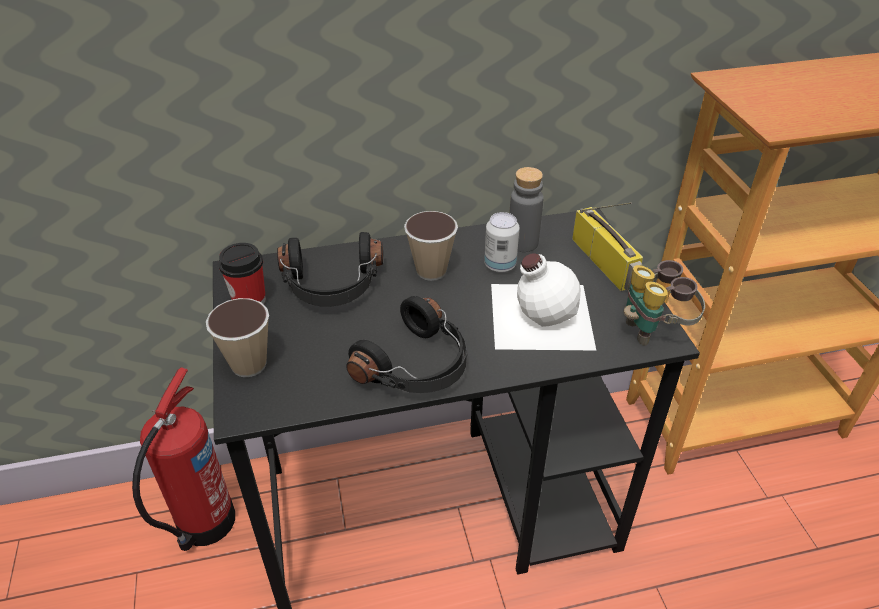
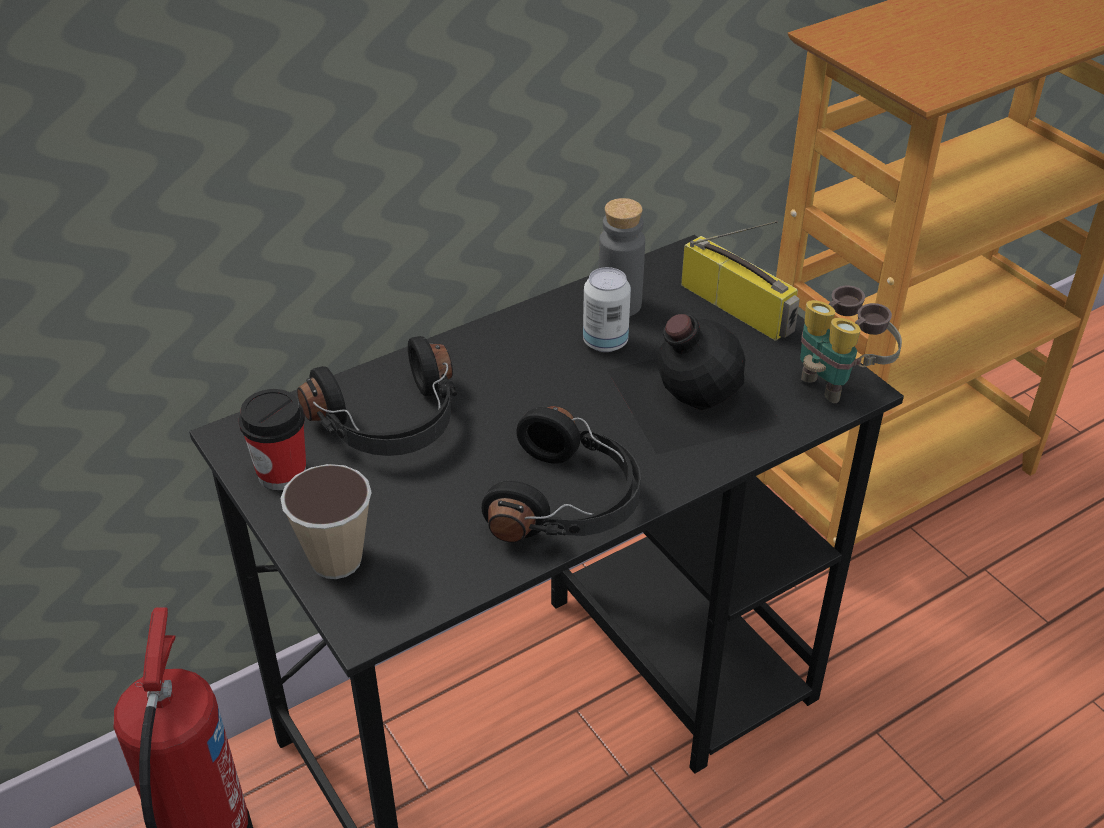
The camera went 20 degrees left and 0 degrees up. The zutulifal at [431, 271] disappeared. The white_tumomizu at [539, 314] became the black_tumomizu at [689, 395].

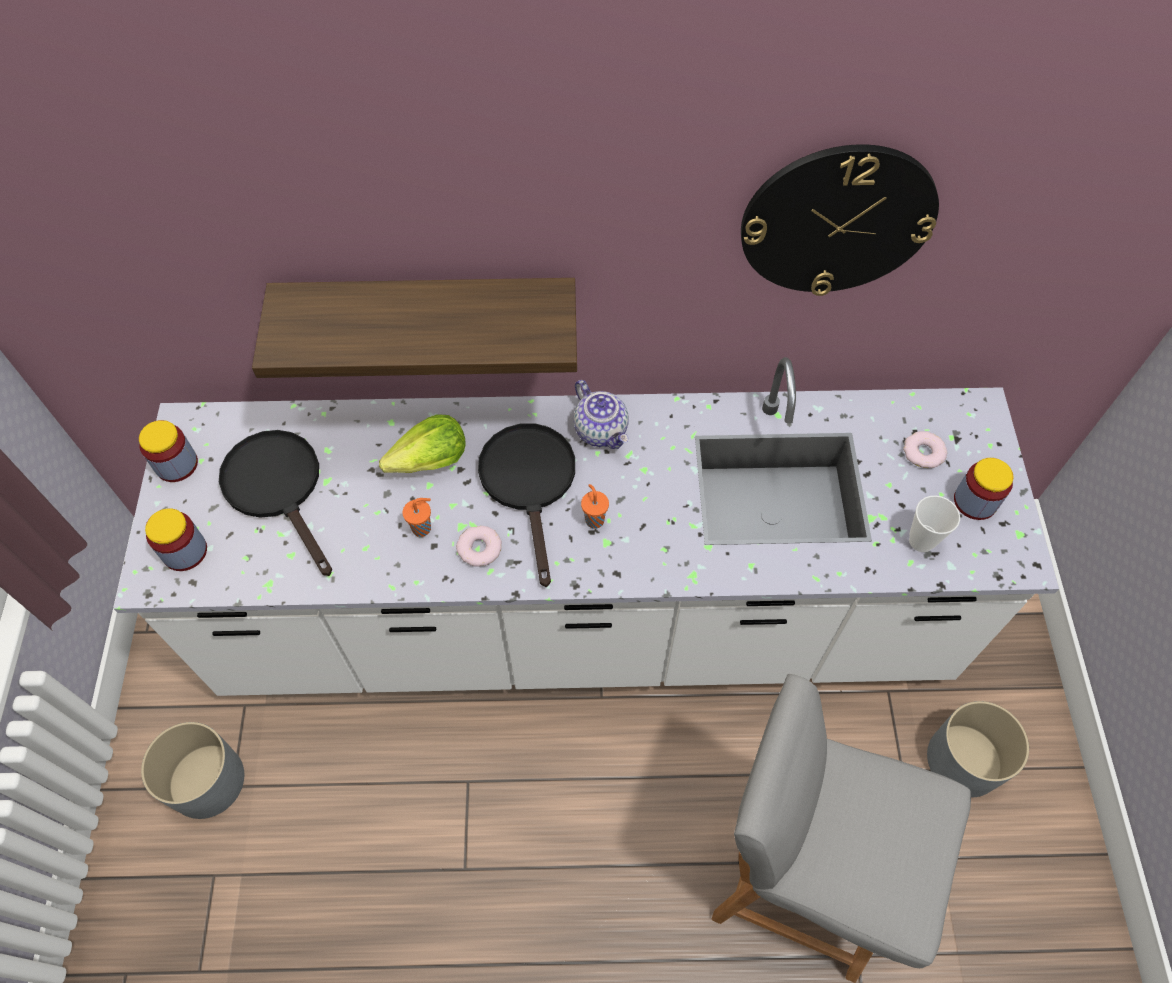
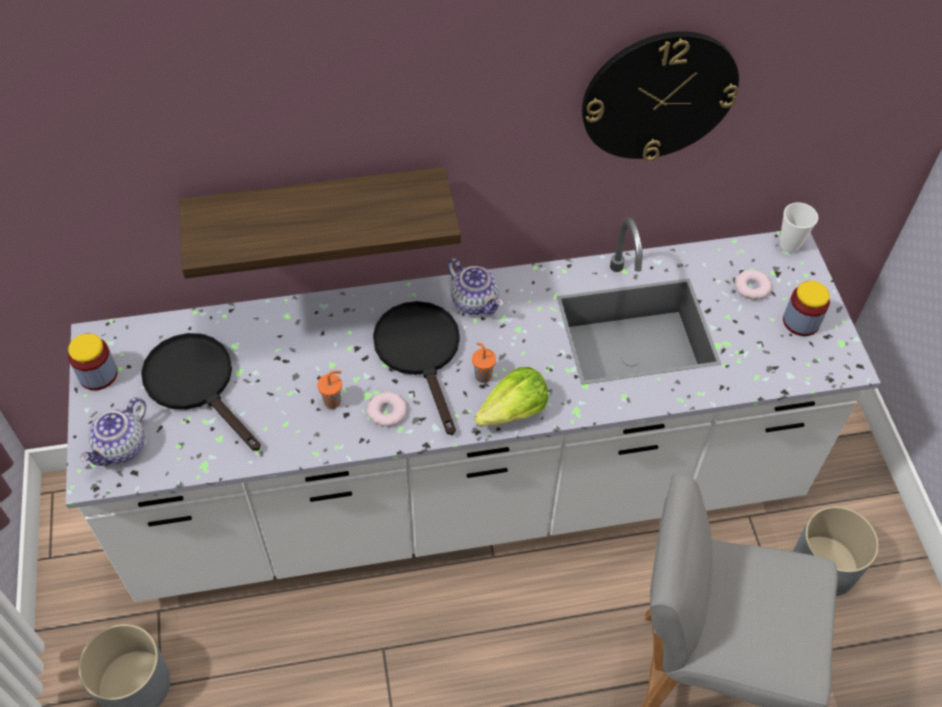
The camera went 10 degrees left and 5 degrees down. The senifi moved from [430, 461] to [513, 412]. The zutulifal moved from [921, 541] to [789, 245]. The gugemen at [185, 551] was replaced by the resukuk at [121, 447].

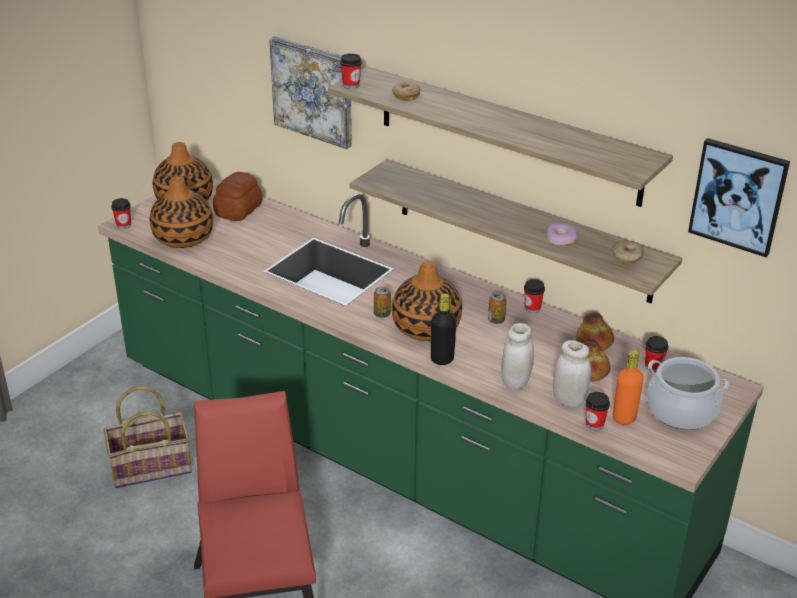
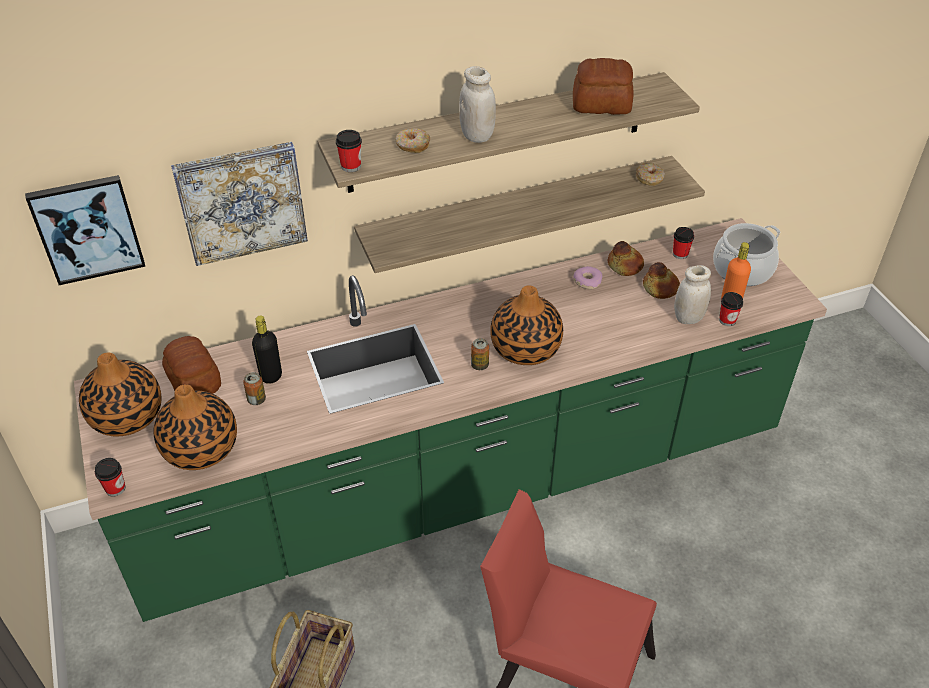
The camera went 55 degrees left and 10 degrees up. The zutulifal at [532, 308] disappeared. The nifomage at [600, 104] appeared. The black_tumomizu moved from [442, 359] to [271, 376]. The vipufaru moved from [496, 320] to [256, 400]. The white_gugemen moved from [515, 382] to [477, 136]. The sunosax moved from [561, 239] to [587, 281]. The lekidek moved from [738, 196] to [87, 229].

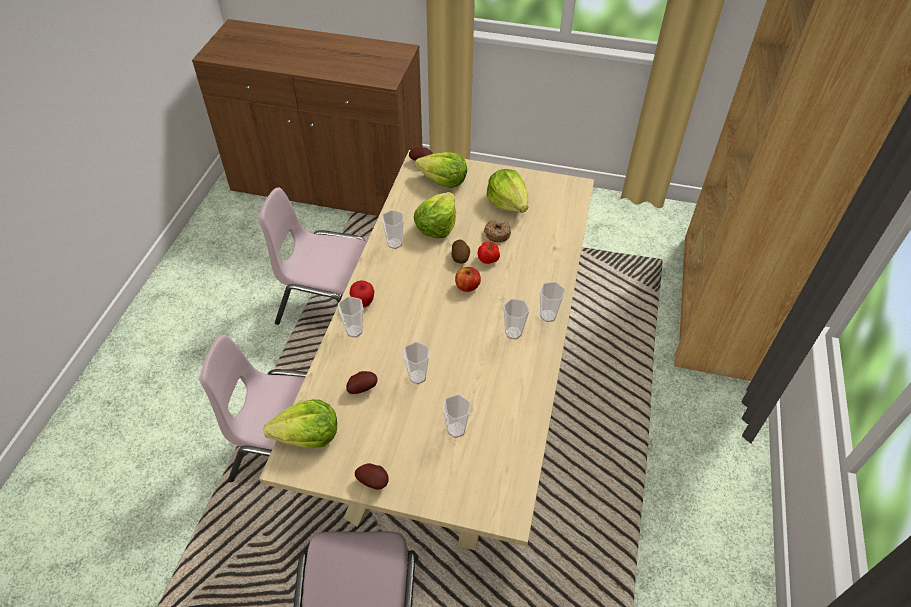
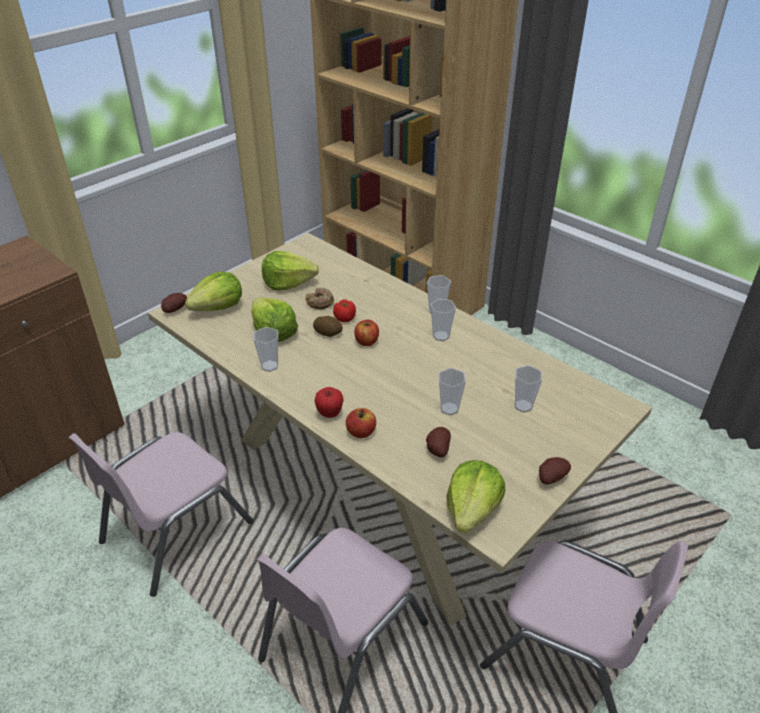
The camera went 60 degrees left and 10 degrees down. The zutulifal at [354, 331] was replaced by the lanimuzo at [361, 432].

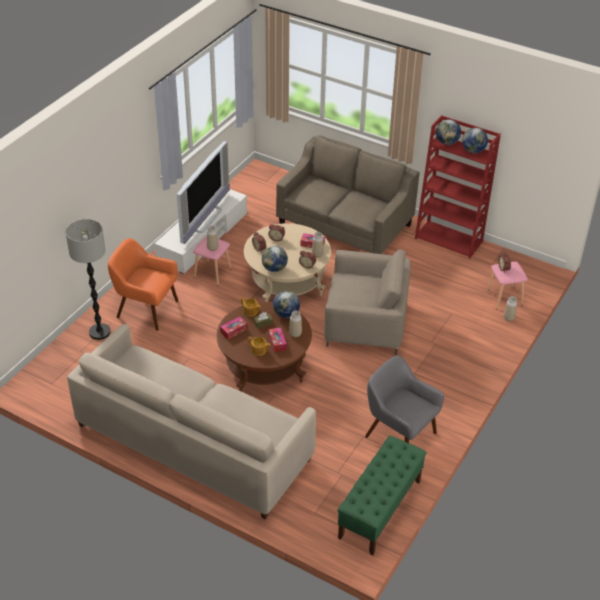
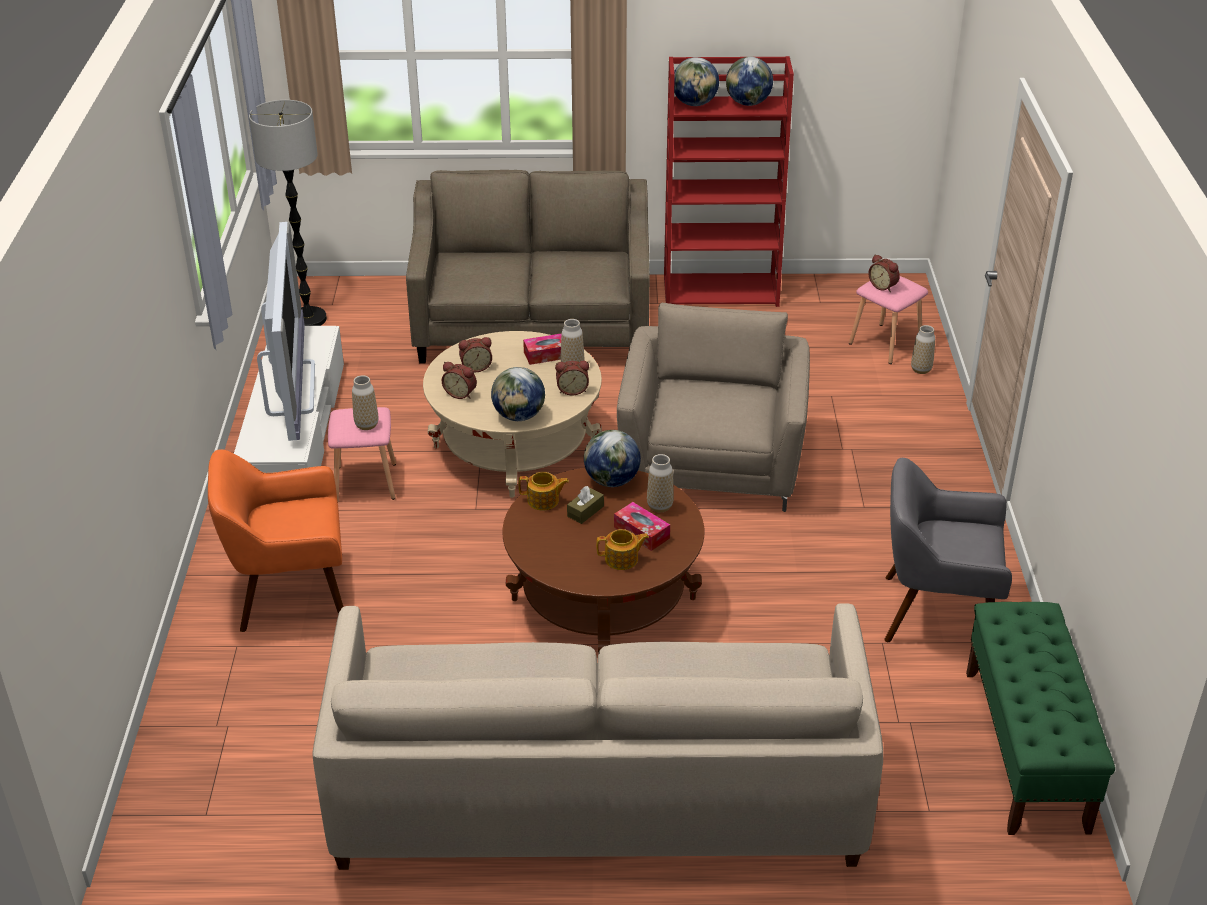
The camera went 30 degrees left and 5 degrees down. The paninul at [233, 330] disappeared. The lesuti moved from [99, 332] to [308, 319]. The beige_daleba at [365, 323] turned 60 degrees counterclockwise.

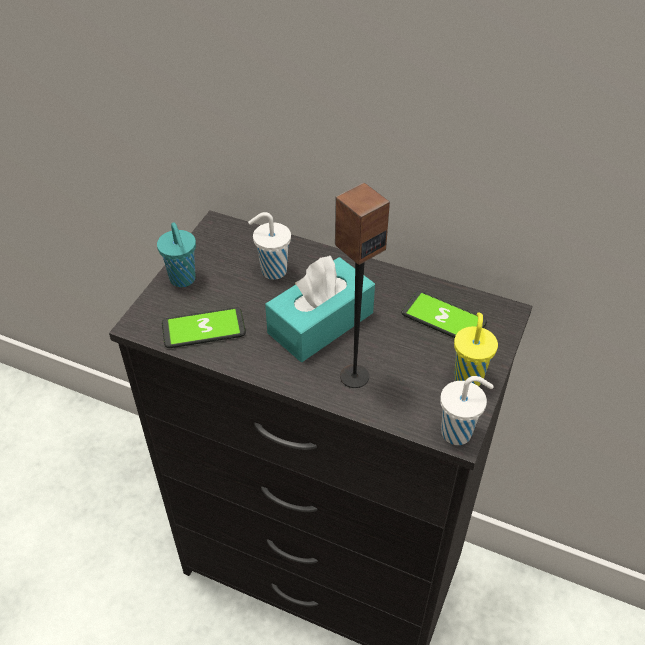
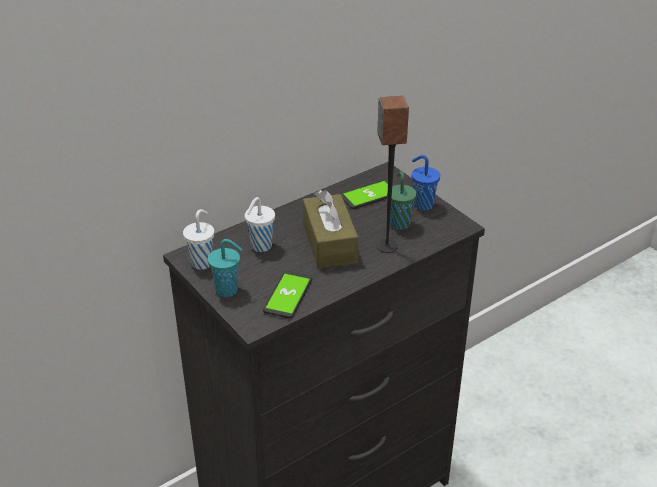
The camera went 60 degrees left and 10 degrees down. The green_zutulifal at [399, 223] appeared. The white_zutulifal moved from [458, 433] to [202, 262]. The turquoise_paninul at [320, 323] became the brown_paninul at [329, 243]. The yellow_zutulifal at [468, 376] became the blue_zutulifal at [422, 205].

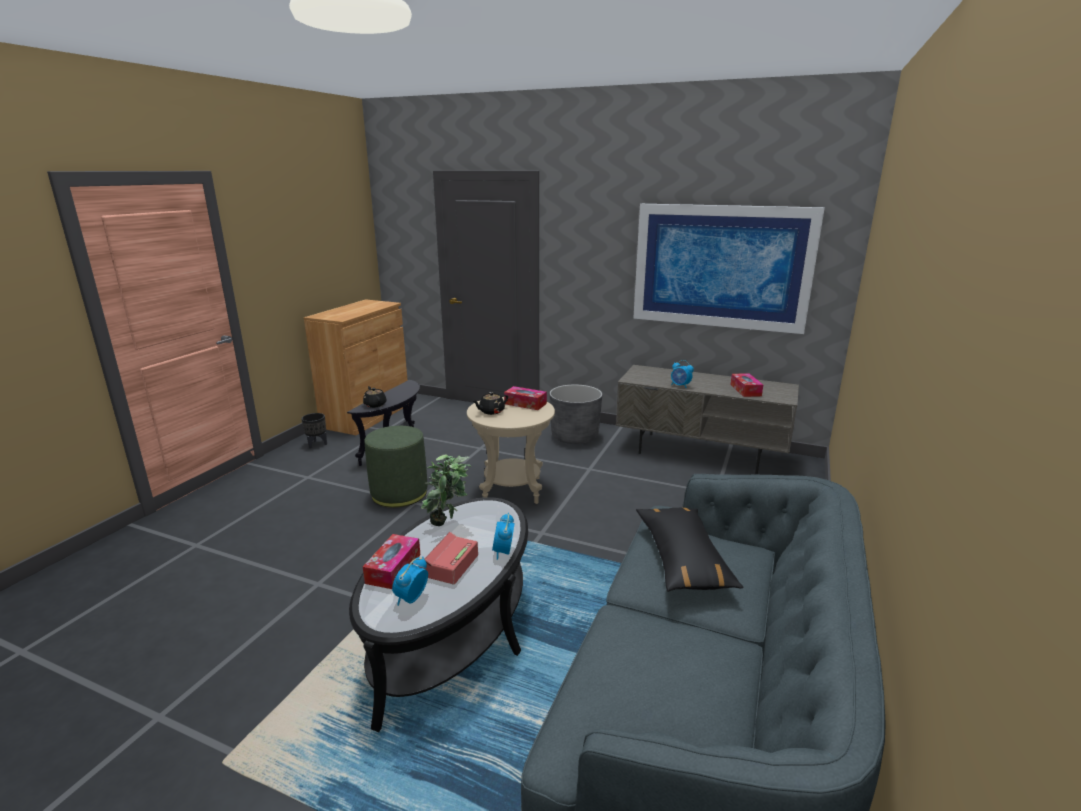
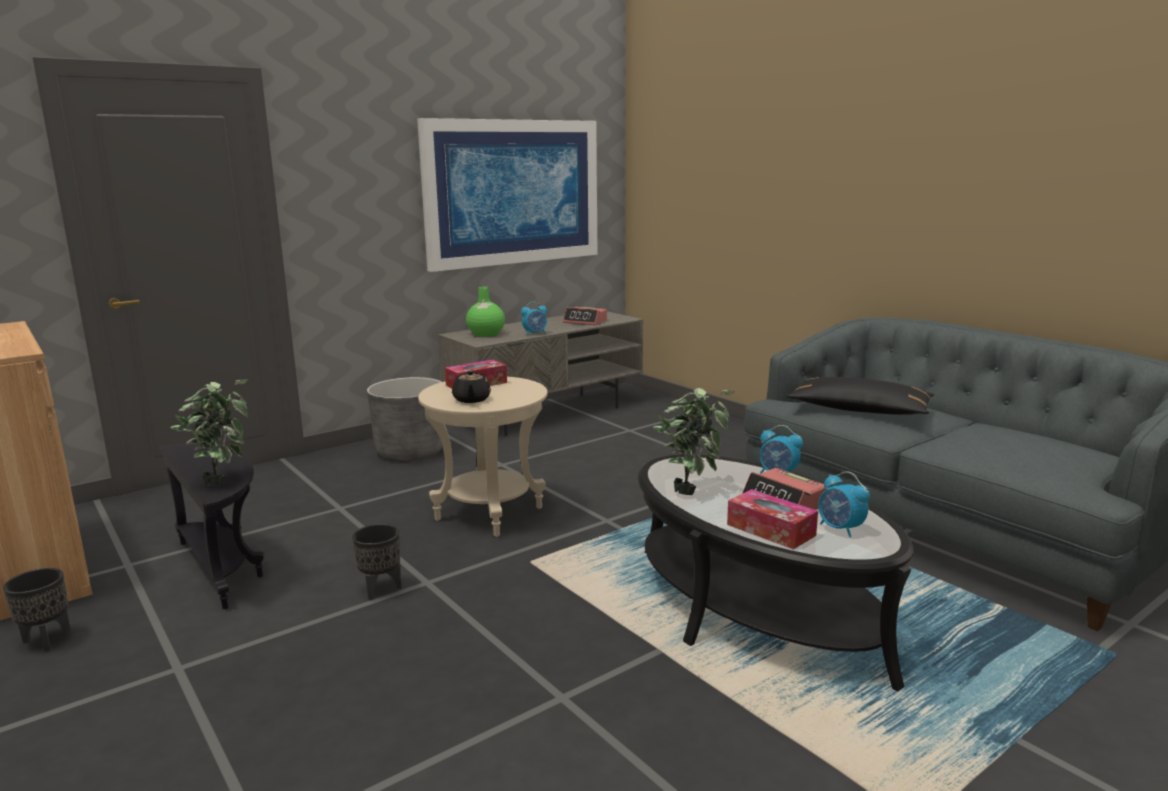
The camera went 60 degrees left and 5 degrees down. The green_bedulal at [485, 334] appeared. The black_resukuk at [375, 404] was replaced by the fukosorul at [221, 480]. The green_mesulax at [399, 493] was replaced by the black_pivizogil at [380, 589]. The paninul at [745, 390] was replaced by the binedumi at [585, 322].

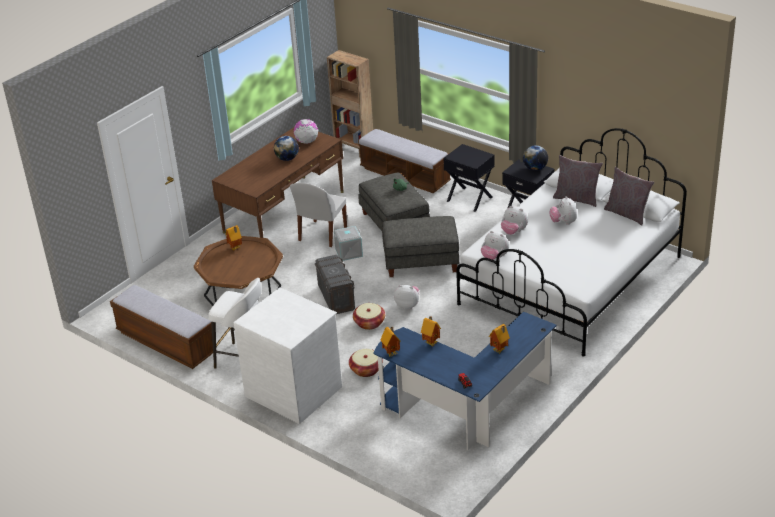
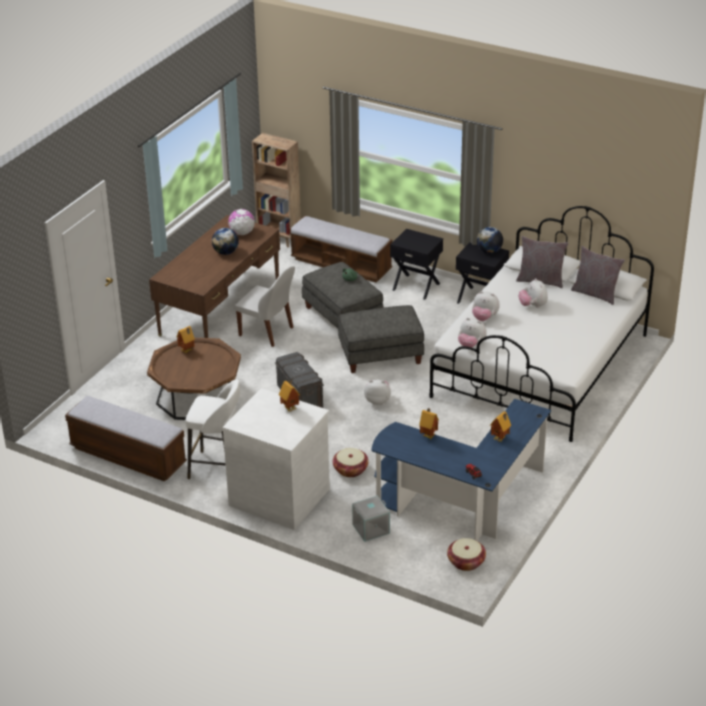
The camera went 10 degrees left and 0 degrees up. The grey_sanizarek moved from [349, 253] to [371, 529]. The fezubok moved from [369, 323] to [466, 562]. The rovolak moved from [392, 353] to [290, 408]. The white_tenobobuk at [322, 234] turned 75 degrees counterclockwise.

